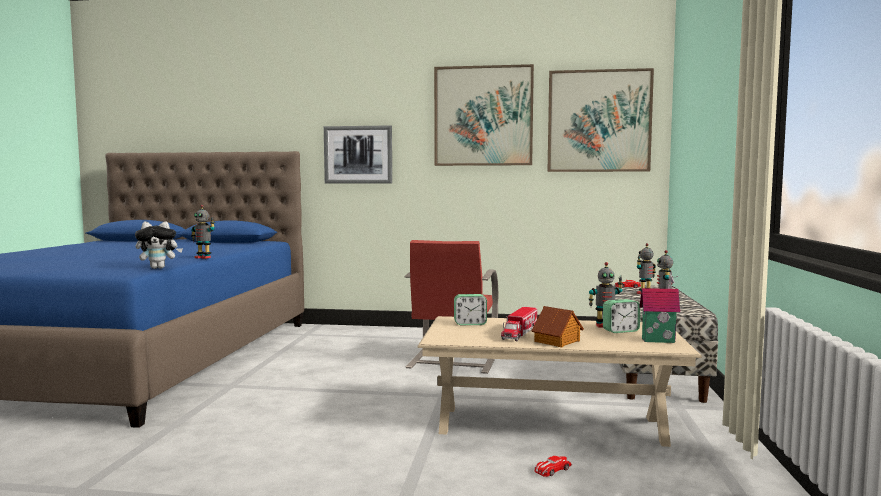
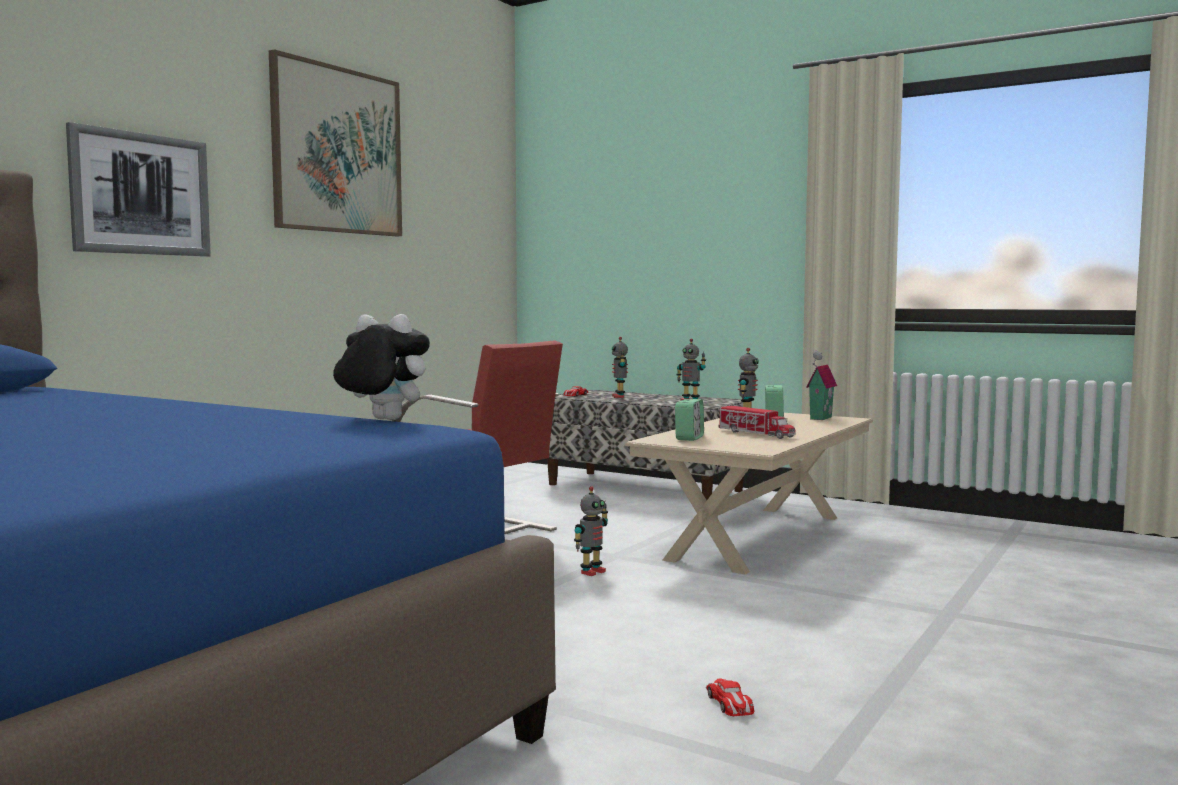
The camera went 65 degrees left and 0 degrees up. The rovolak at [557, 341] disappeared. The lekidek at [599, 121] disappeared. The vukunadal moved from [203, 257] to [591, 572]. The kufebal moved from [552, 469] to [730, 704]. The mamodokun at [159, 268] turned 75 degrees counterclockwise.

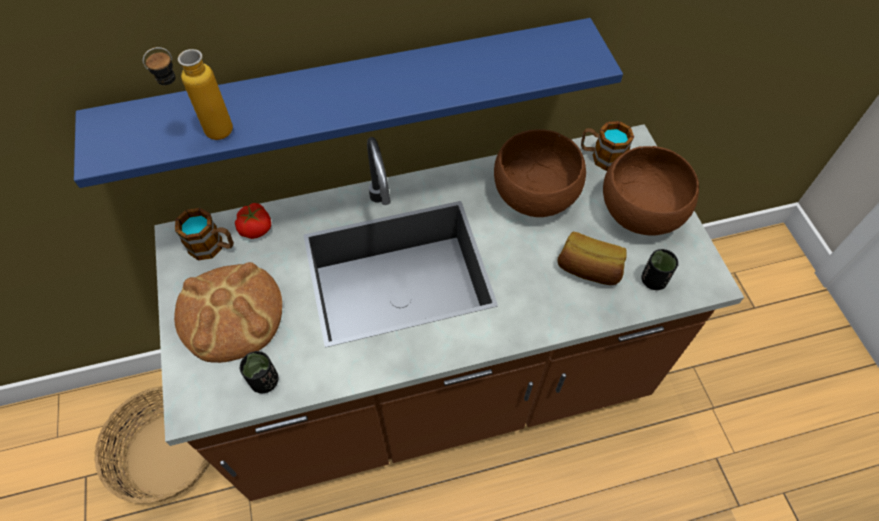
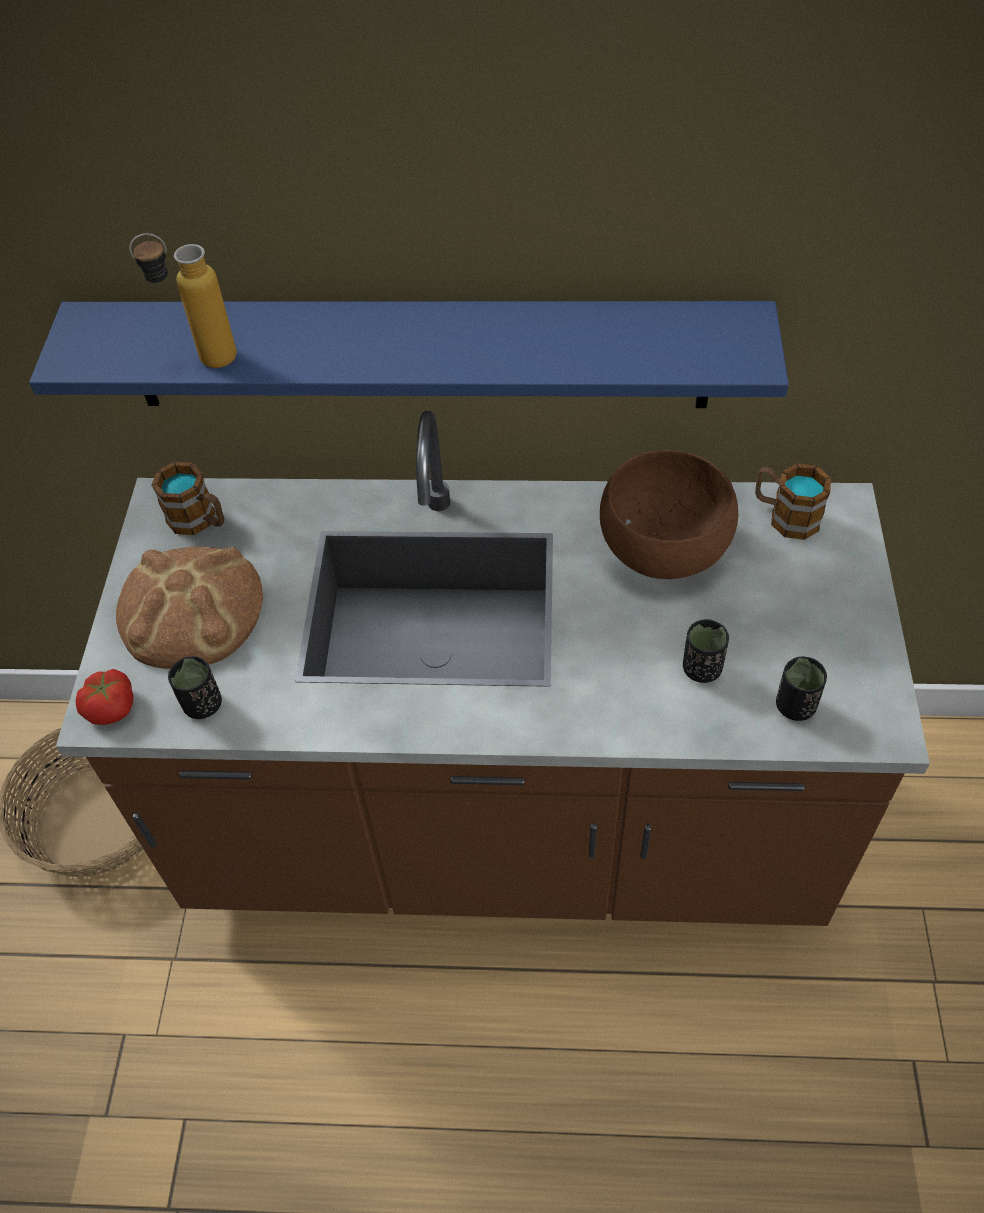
The camera went 20 degrees right and 5 degrees down. The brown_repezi at [641, 211] disappeared. The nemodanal moved from [256, 228] to [112, 707]. The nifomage at [588, 270] was replaced by the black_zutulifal at [701, 668].

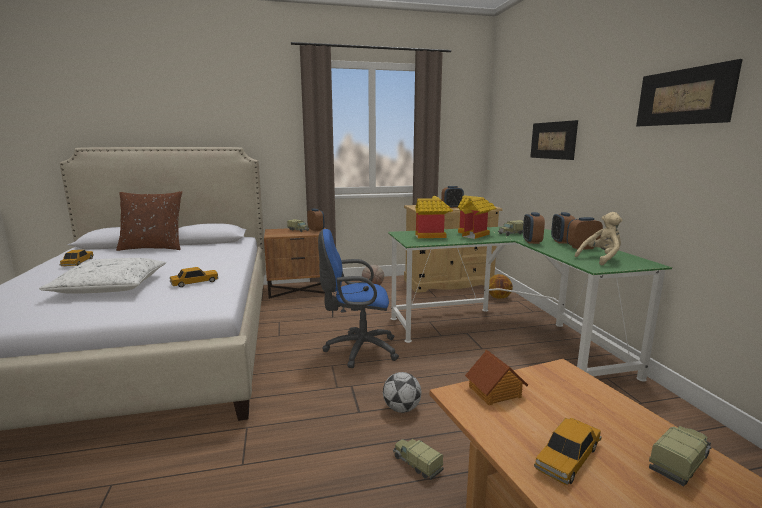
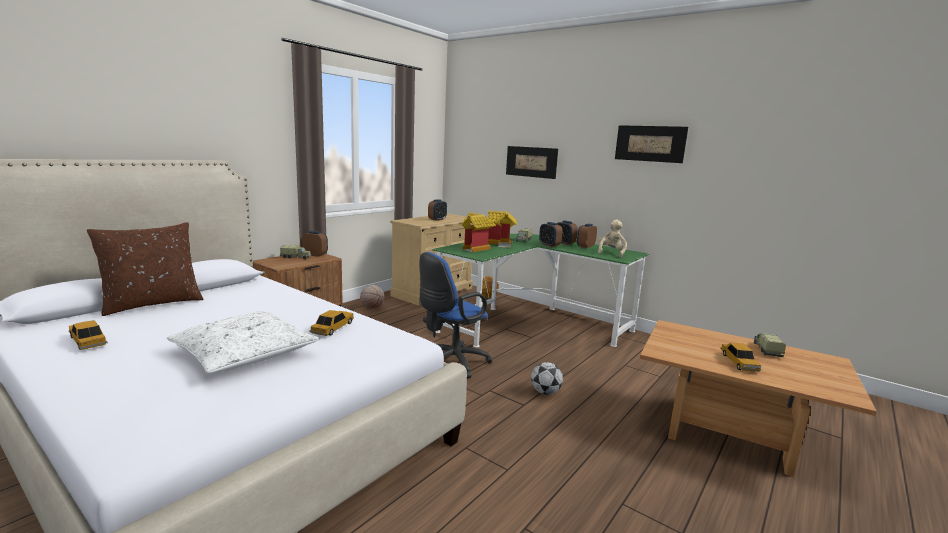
The camera went 40 degrees left and 0 degrees up. The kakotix at [416, 464] disappeared. The rovolak at [495, 392] disappeared.

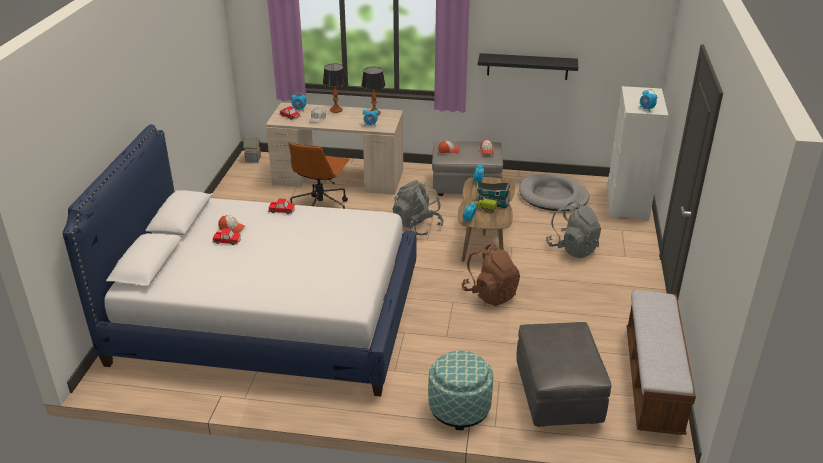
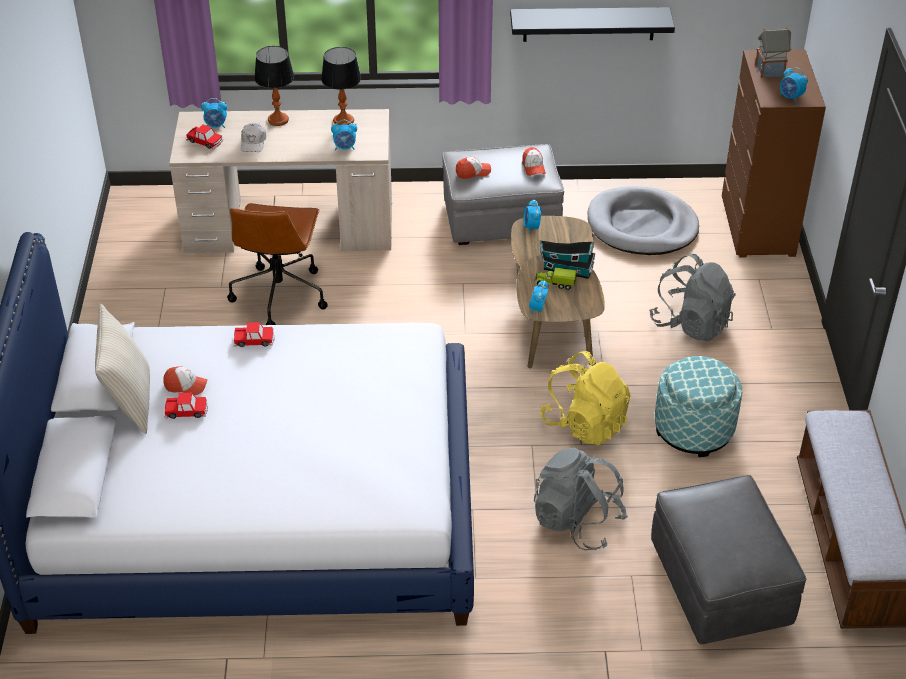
The camera went 10 degrees left and 10 degrees up. The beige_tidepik at [129, 401] appeared. The rovolak moved from [253, 159] to [770, 70]. The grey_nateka moved from [417, 226] to [577, 522]. The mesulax moved from [459, 408] to [694, 429]. The brown_nateka at [490, 294] became the yellow_nateka at [585, 423]. The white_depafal at [627, 203] became the brown_depafal at [757, 227].

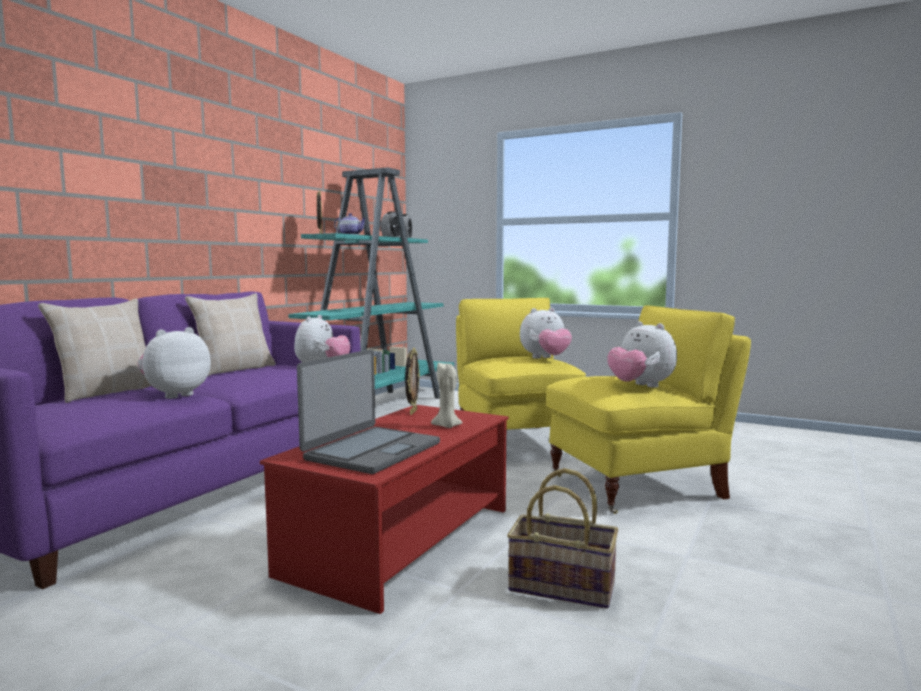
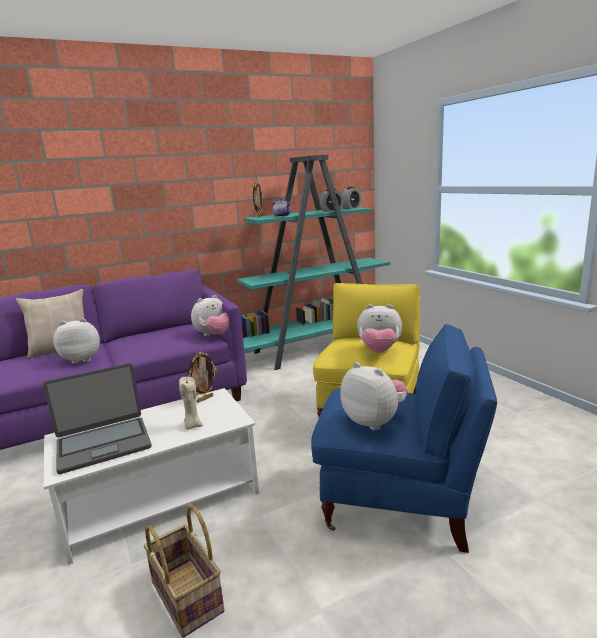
The camera went 35 degrees right and 10 degrees up. The beige_tidepik at [234, 369] disappeared. The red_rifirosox at [402, 539] became the white_rifirosox at [163, 498]. The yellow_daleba at [637, 486] became the blue_daleba at [399, 502]. The mamodokun at [640, 386] turned 135 degrees clockwise.

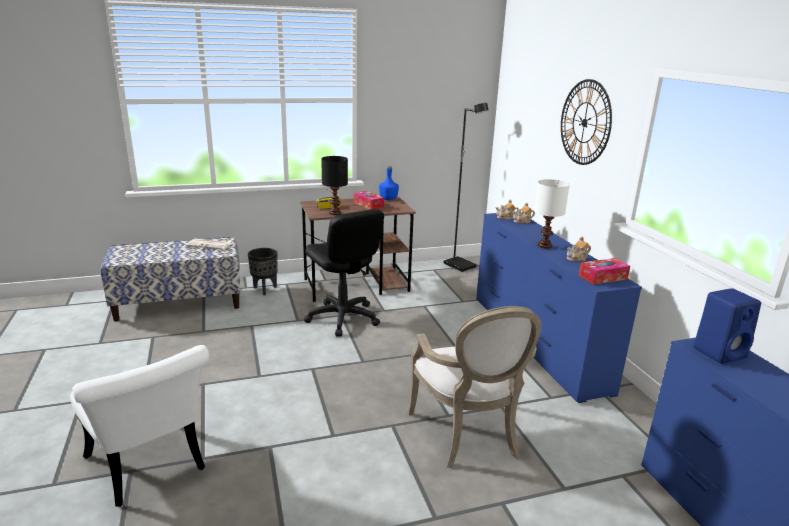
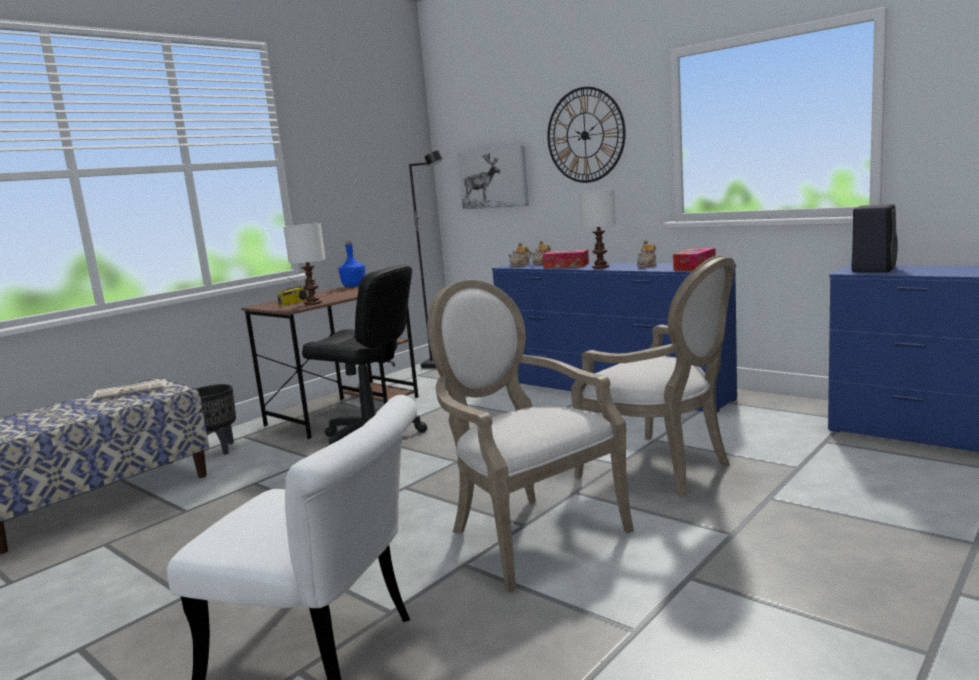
The camera went 30 degrees left and 10 degrees down. The daleba at [528, 533] appeared. The lekidek at [494, 178] appeared. The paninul moved from [368, 205] to [566, 265]. The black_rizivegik at [334, 213] became the white_rizivegik at [312, 303]. The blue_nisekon at [720, 352] became the black_nisekon at [873, 269].

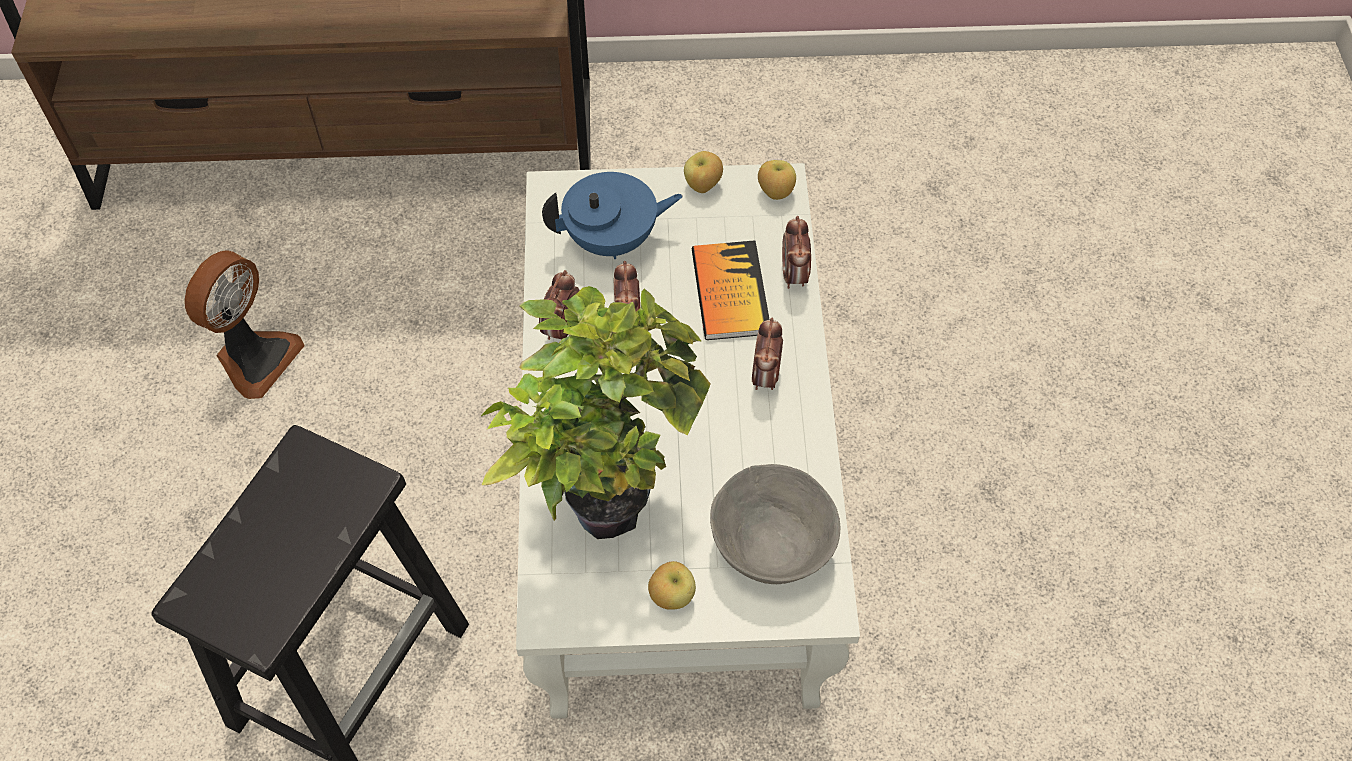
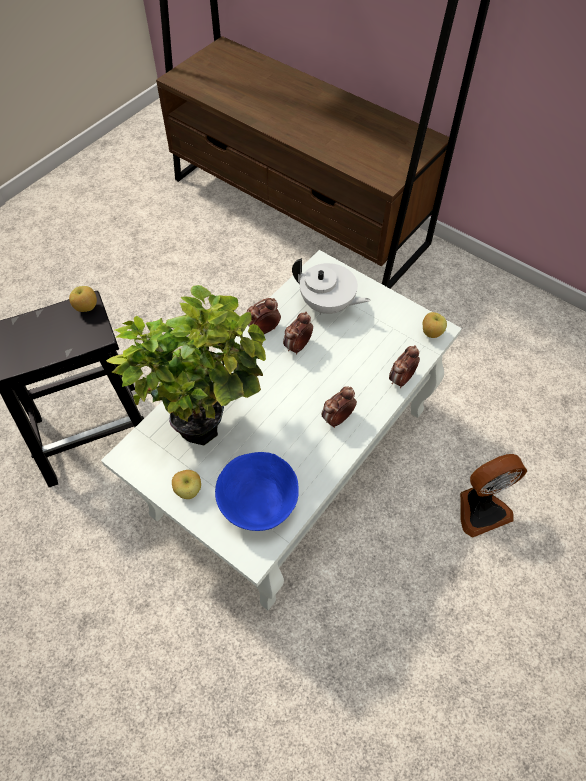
The camera went 40 degrees right and 0 degrees up. The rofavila at [730, 292] disappeared. The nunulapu moved from [255, 357] to [481, 508]. The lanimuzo moved from [703, 186] to [86, 308]. The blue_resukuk at [613, 240] became the white_resukuk at [327, 305]. The grey_repezi at [773, 546] became the blue_repezi at [259, 504].

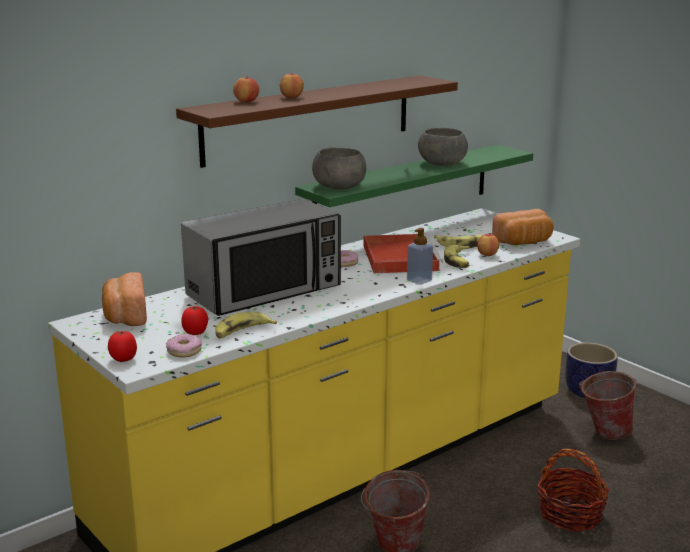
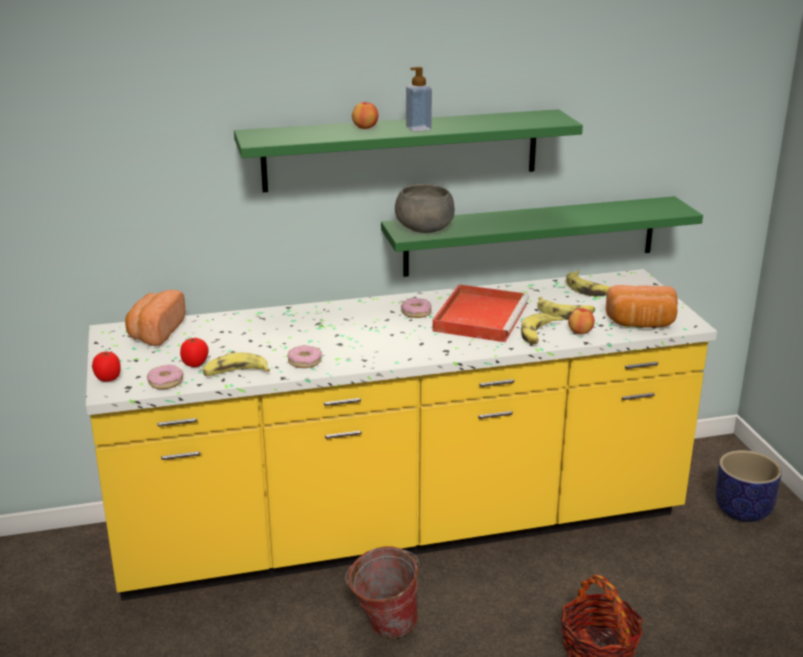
The camera went 25 degrees right and 5 degrees up. The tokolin at [265, 291] disappeared. The lanimuzo at [247, 101] disappeared. The grey_repezi at [442, 163] disappeared. The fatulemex at [603, 433] disappeared. The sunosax at [305, 361] appeared. The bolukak at [588, 289] appeared. The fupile moved from [419, 280] to [418, 128]. The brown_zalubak at [309, 119] became the green_zalubak at [401, 150].

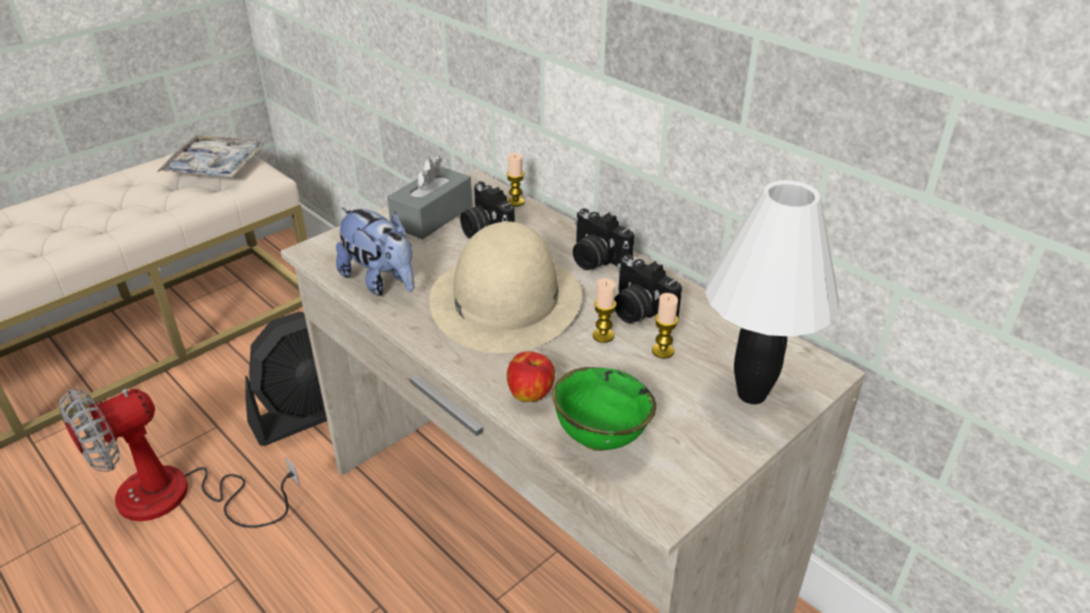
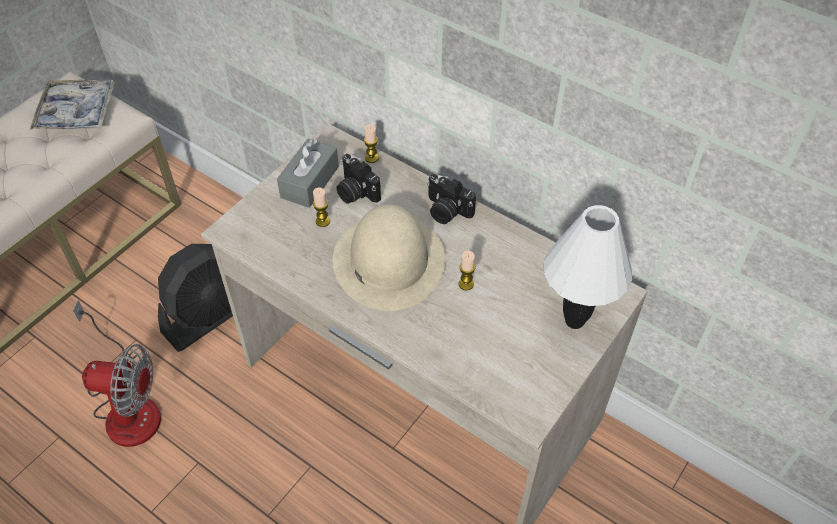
The camera went 10 degrees left and 15 degrees up. The mamodokun at [381, 282] disappeared. The lanimuzo at [531, 394] disappeared. The green_repezi at [599, 437] disappeared. The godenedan at [638, 310] disappeared. The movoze moved from [663, 351] to [323, 221]. The nunulapu at [177, 498] turned 120 degrees counterclockwise.

